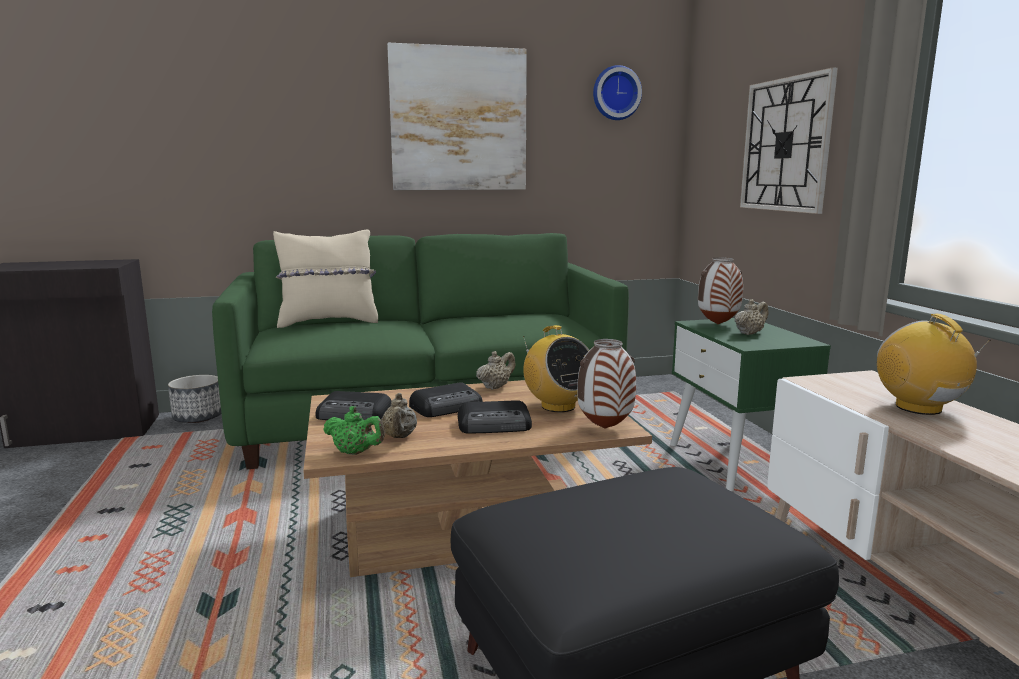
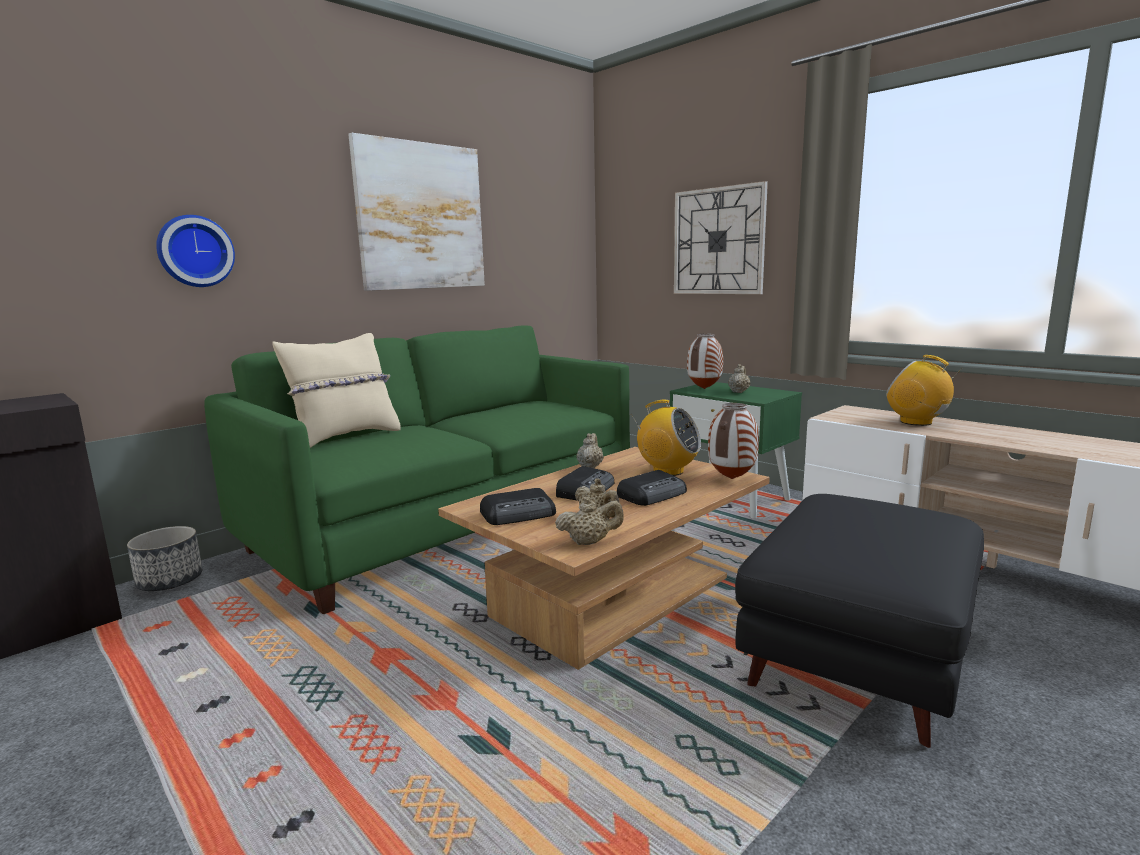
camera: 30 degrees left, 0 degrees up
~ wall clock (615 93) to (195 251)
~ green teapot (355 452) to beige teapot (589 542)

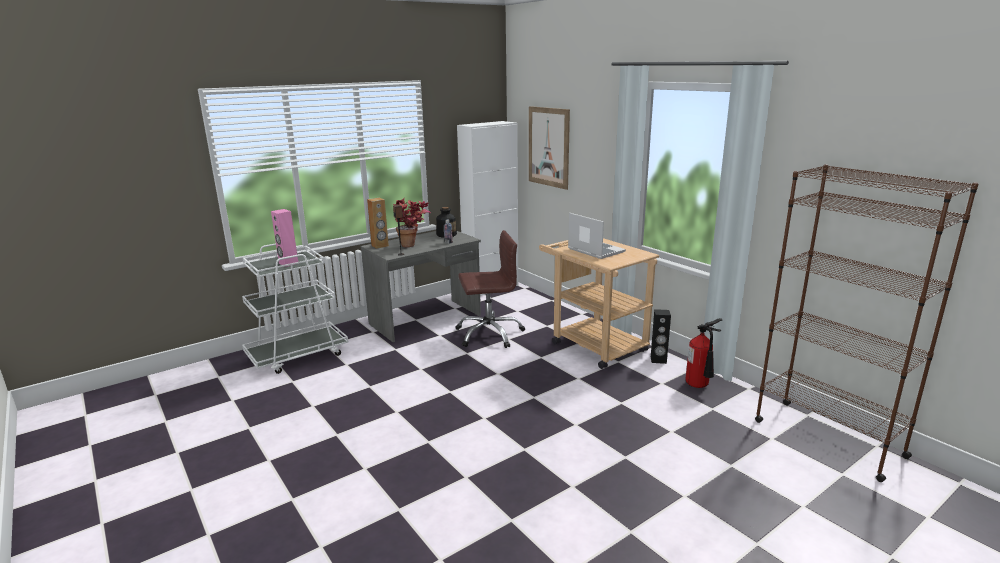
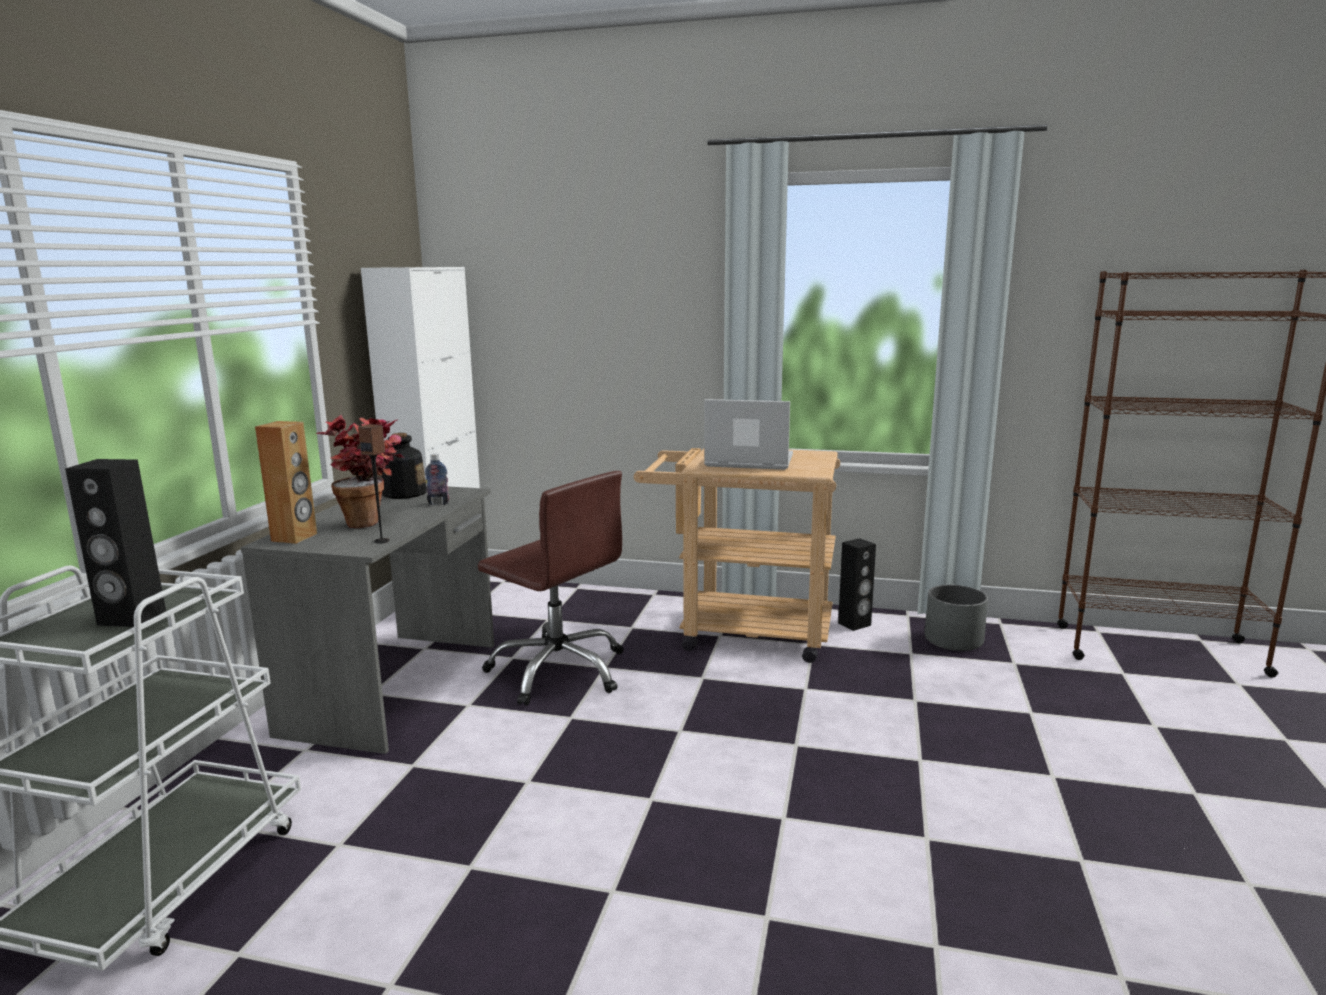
camera: 40 degrees left, 5 degrees down
~ pink speaker (288 263) to black speaker (131 618)
~ brown office chair (489 334) = (558 670) 90 degrees clockwise
~ fire extinguisher (699 386) to grey planter (954 640)
- picture (548 147)

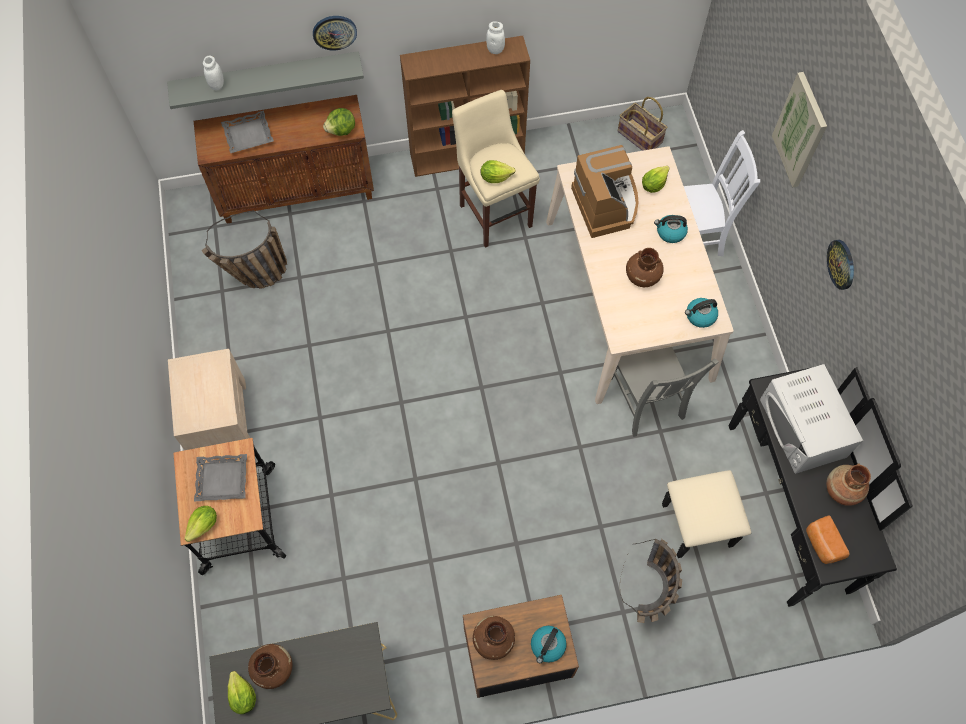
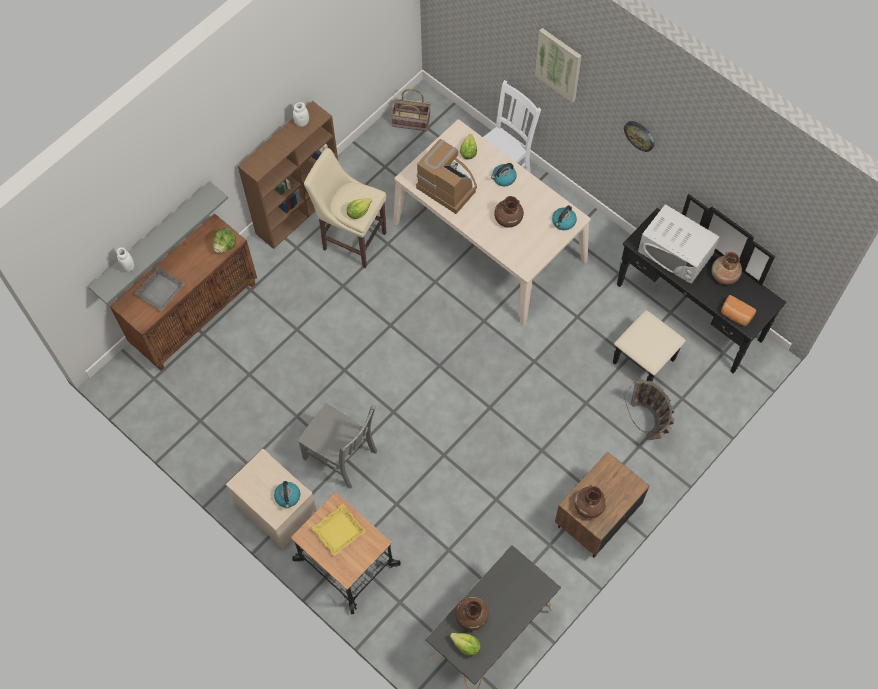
camera: 35 degrees left, 0 degrees up
~ kettle (547 646) to (288 497)
~ grey chair (646 400) to (342 456)
~ grey tray (222 480) to yellow tray (338 531)
- lettuce (204 525)
- basket (254 278)
- wall clock (334 32)

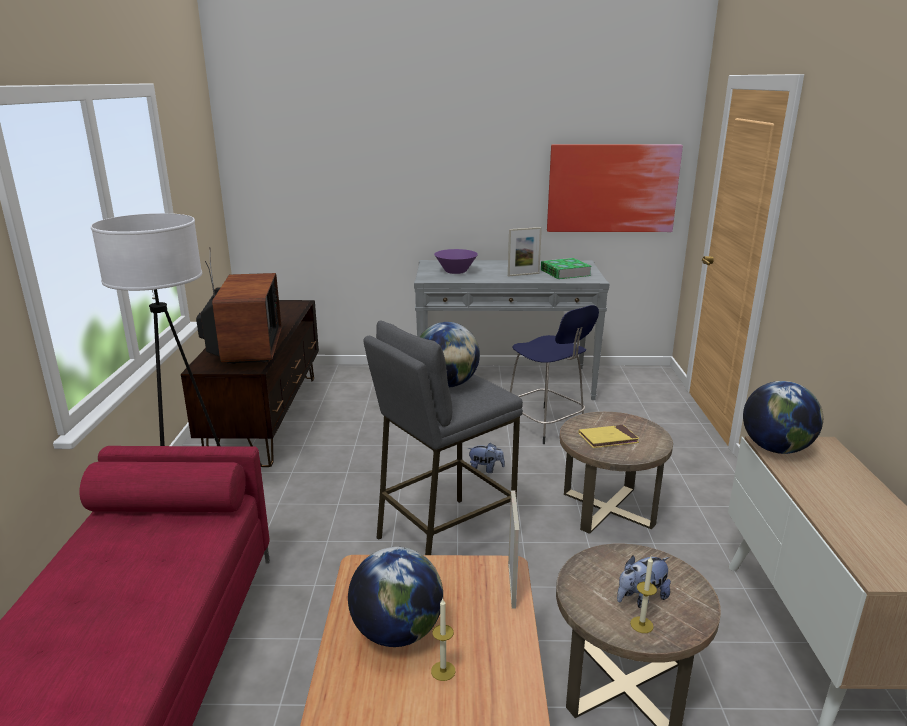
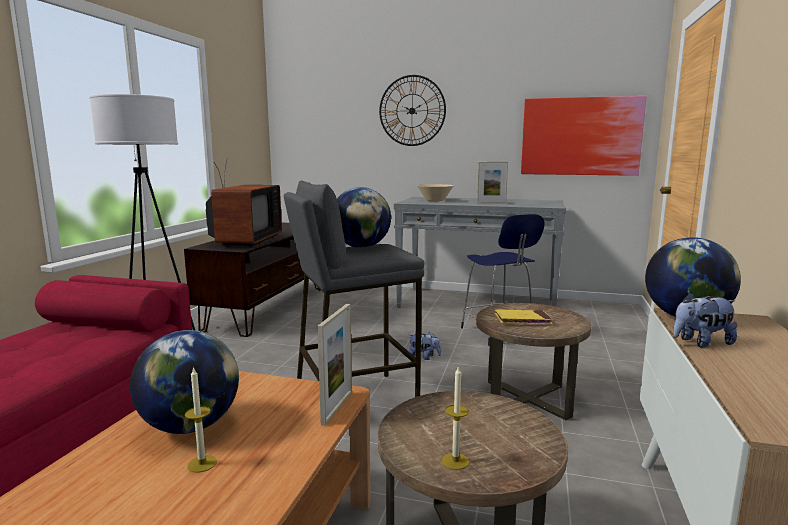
camera: 15 degrees right, 10 degrees down
+ wall clock (412 110)
~ purple bowl (455 271) to beige bowl (435 200)
~ plush toy (641 598) to (701 342)
- book (565 273)

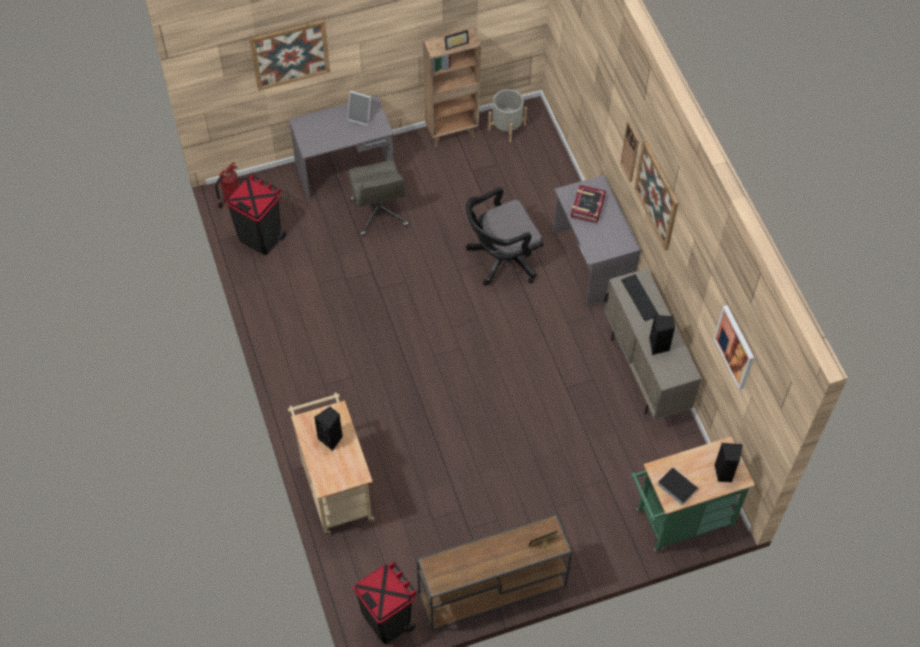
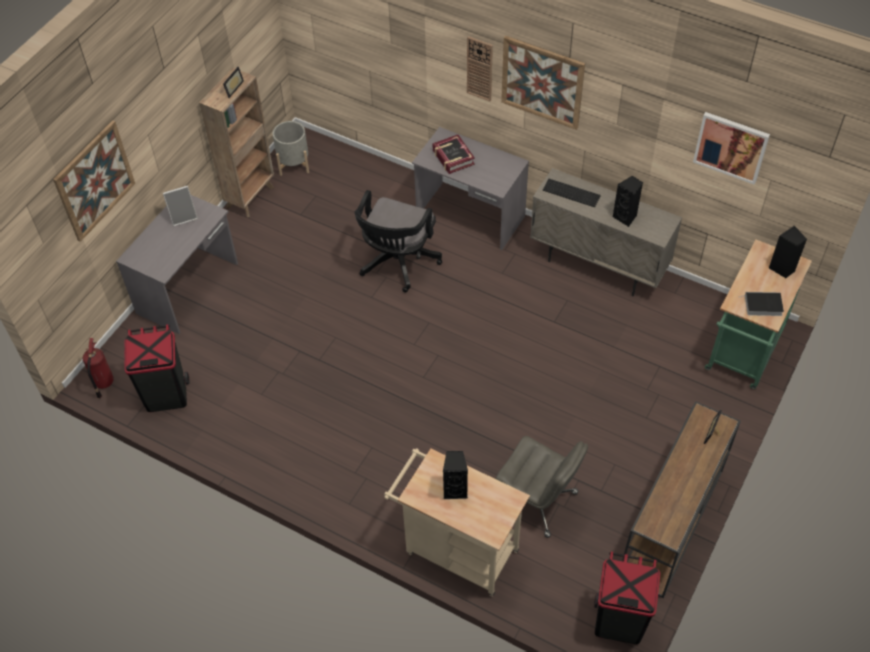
camera: 40 degrees left, 5 degrees down
~ grey office chair (379 213) to (538 501)

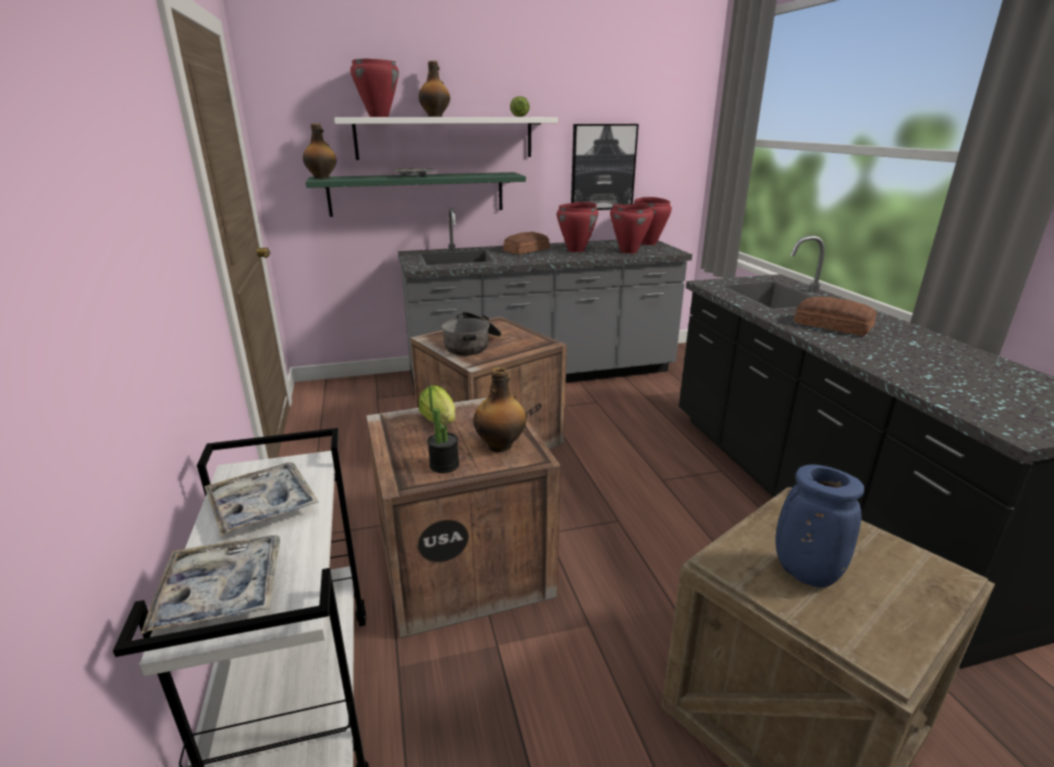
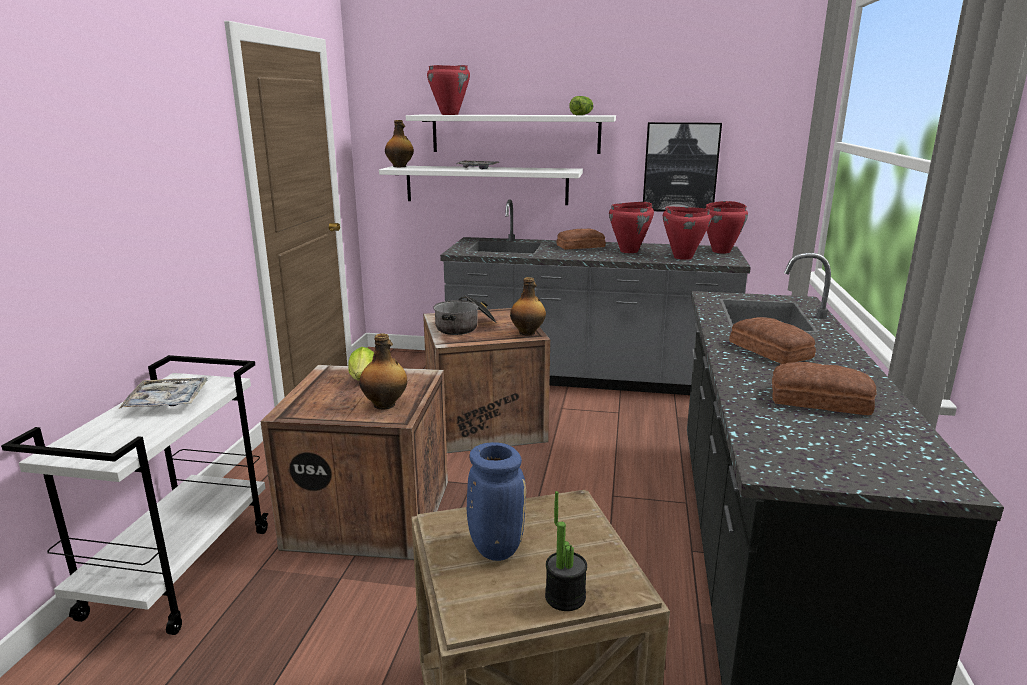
camera: 25 degrees right, 5 degrees down
~ green shelf (417 194) to white shelf (486 185)
~ bottle (435 116) to (528 333)
~ potted plant (444 465) to (565 597)
+ bread (821 401)
- tray (221 591)

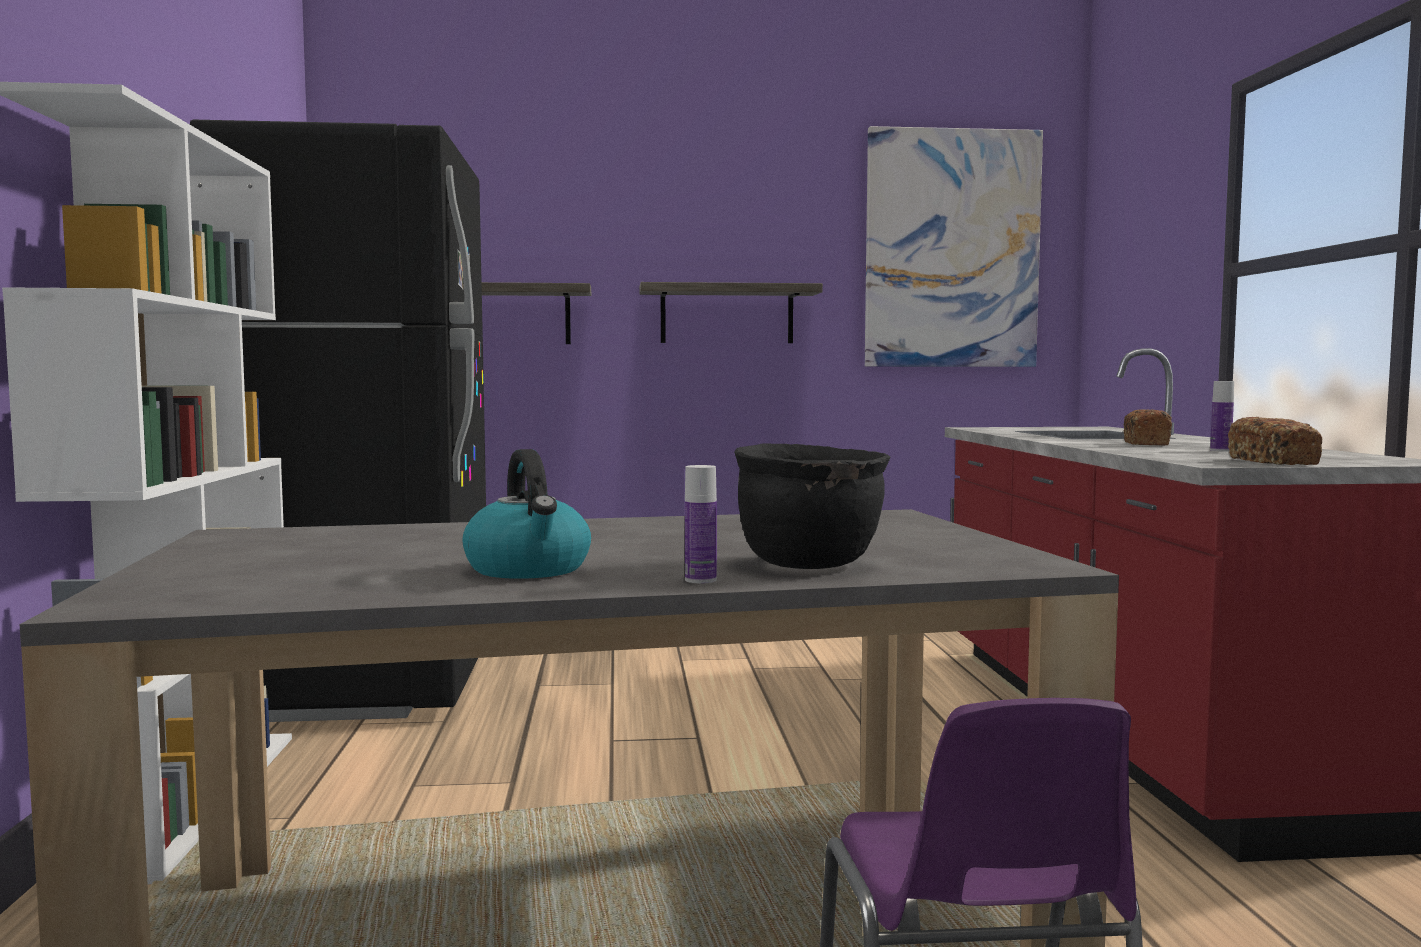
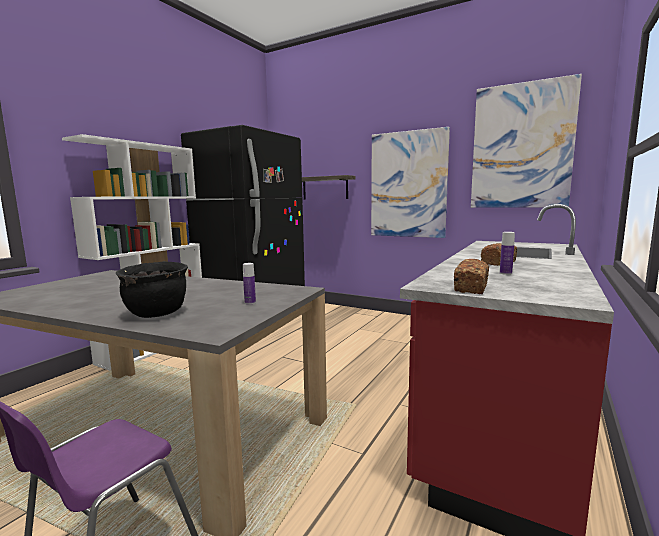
camera: 35 degrees right, 5 degrees up
~ bottle (700 580) to (250 302)
~ shelf (727 314) to picture (408 185)
- kettle (529 569)

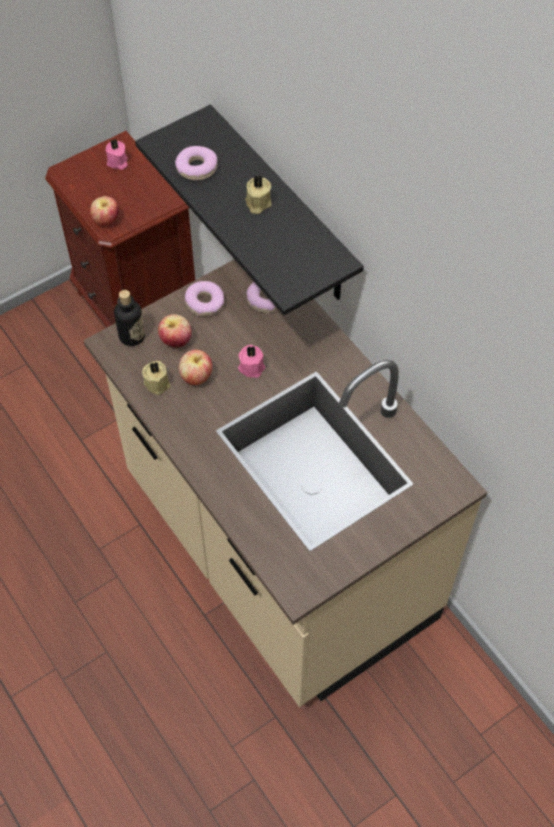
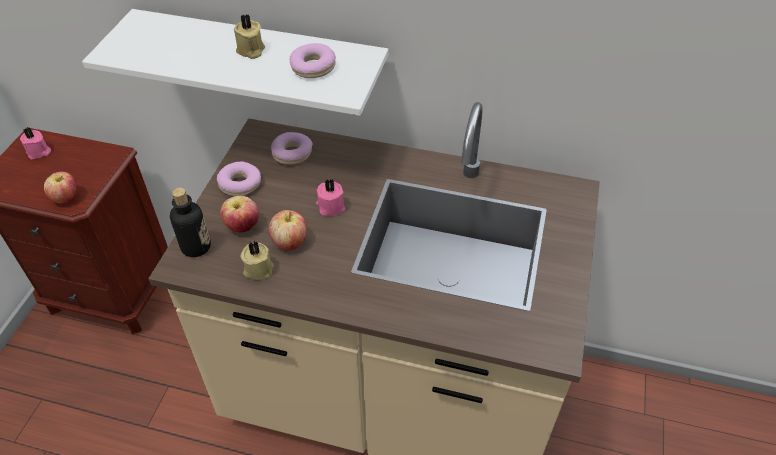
camera: 40 degrees left, 10 degrees down
~ black shelf (283 209) to white shelf (261 64)
~ donut (197 168) to (313 67)

